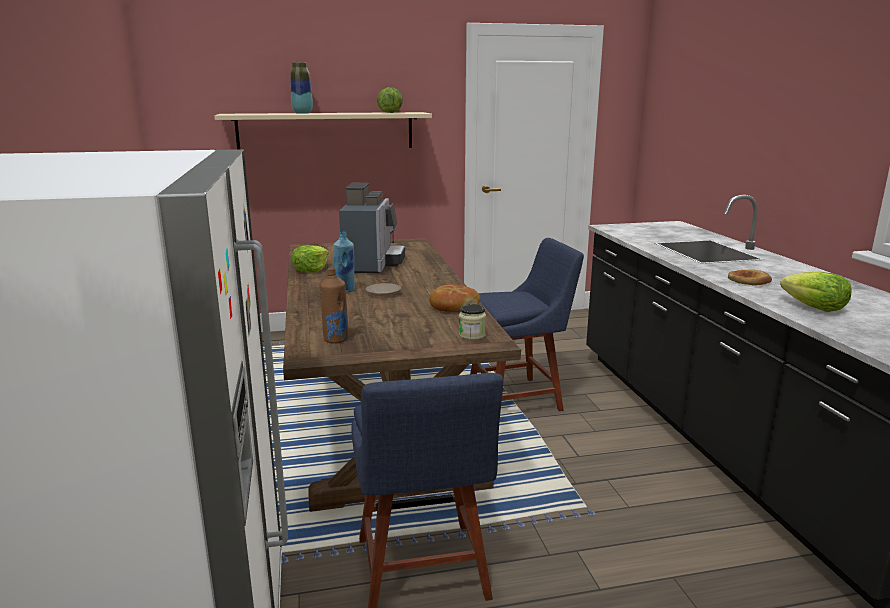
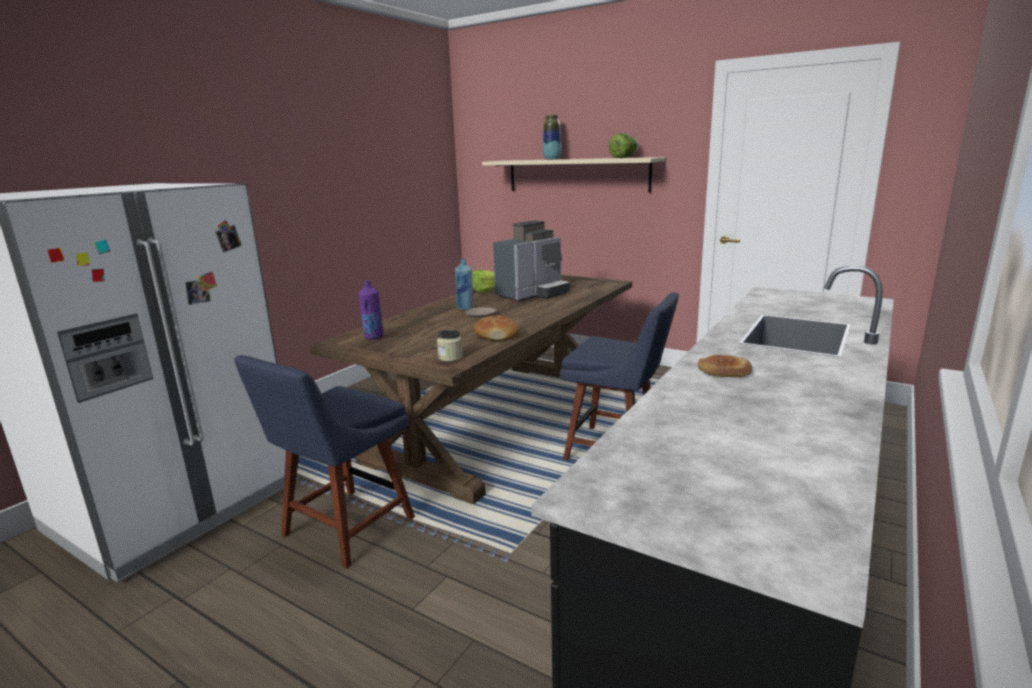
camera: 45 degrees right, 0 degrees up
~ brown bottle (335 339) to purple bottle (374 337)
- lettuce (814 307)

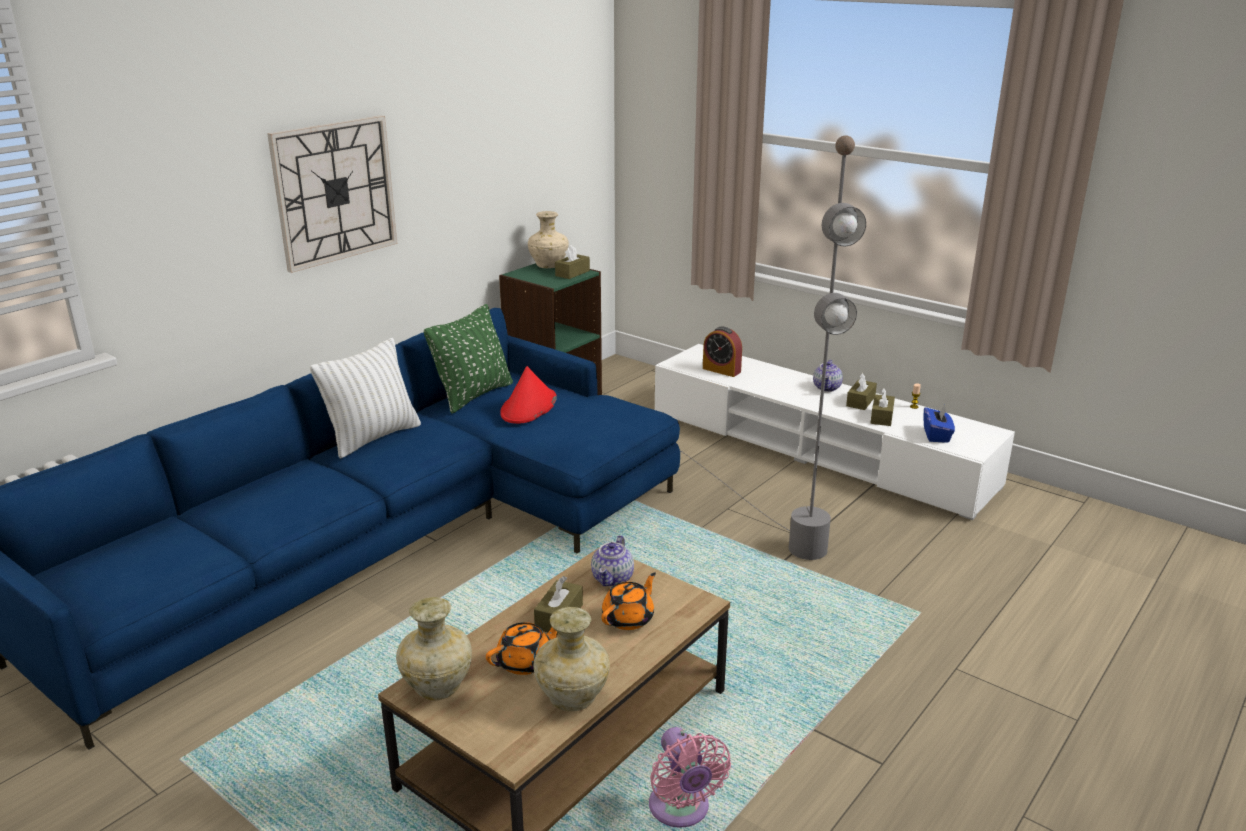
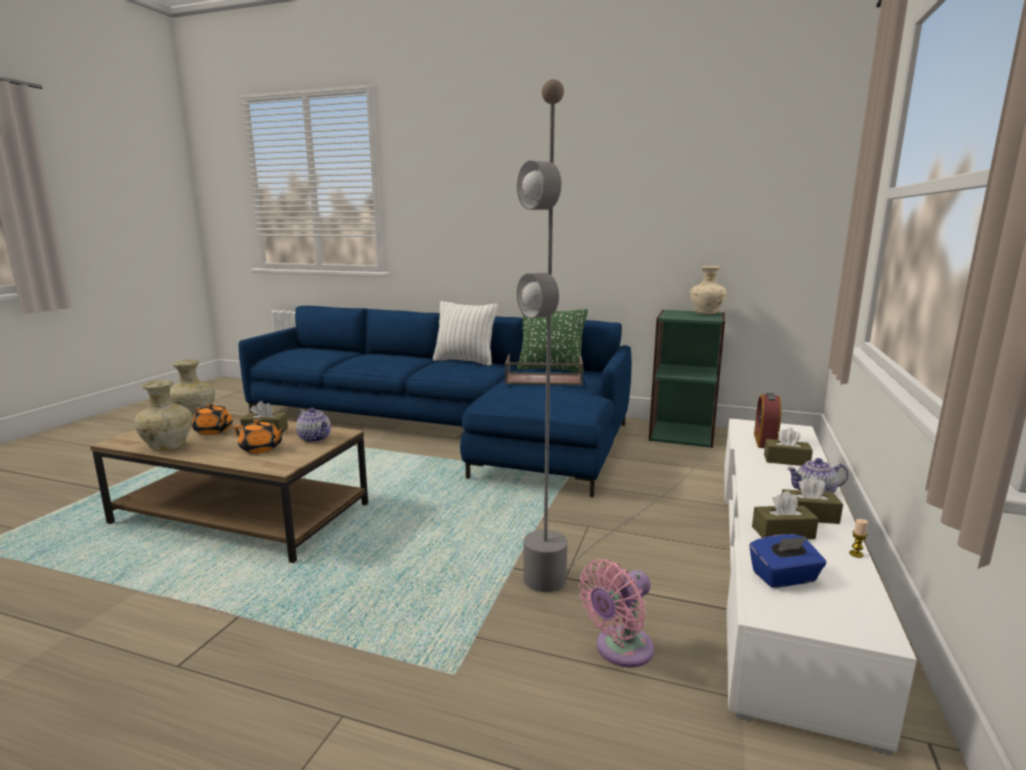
camera: 70 degrees right, 10 degrees down
~ teapot (613 579) = (315 438) 135 degrees counterclockwise
~ red hat (528 407) to brown tray (542 379)
~ pink fan (681 810) to (620 650)
~ brown tissue box (572 273) to (786 460)
- wall clock (335 192)

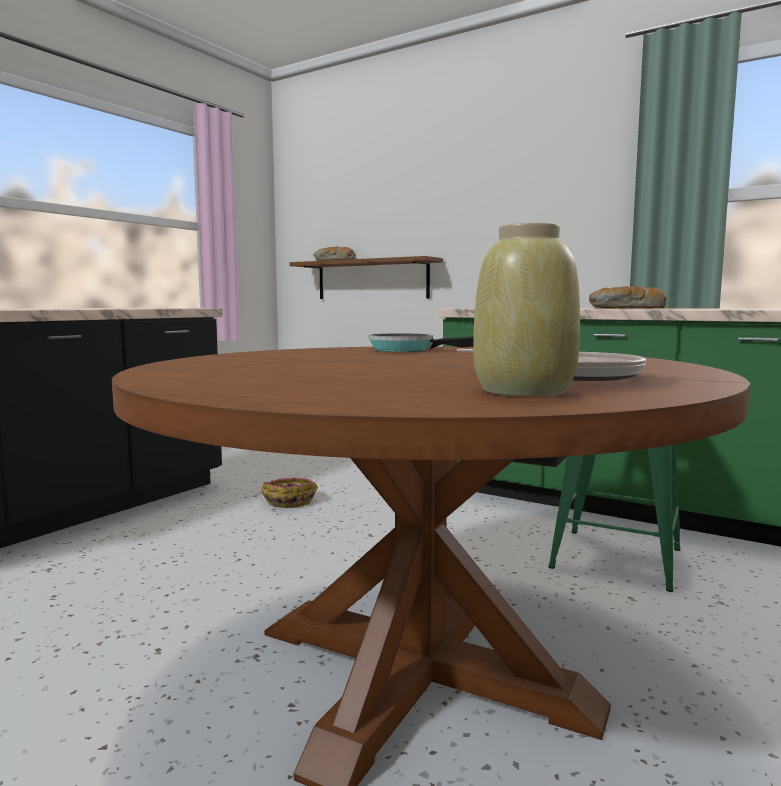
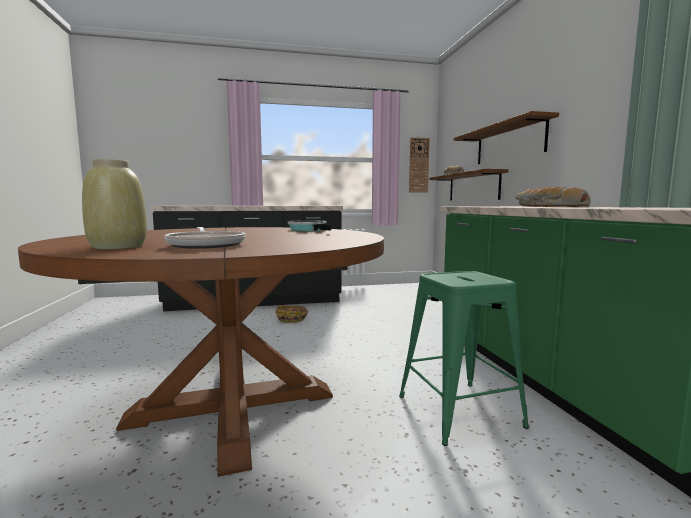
camera: 45 degrees right, 0 degrees up
~ basket (290 500) to (292 318)
+ wall clock (418 165)
+ brown shelf (509 143)

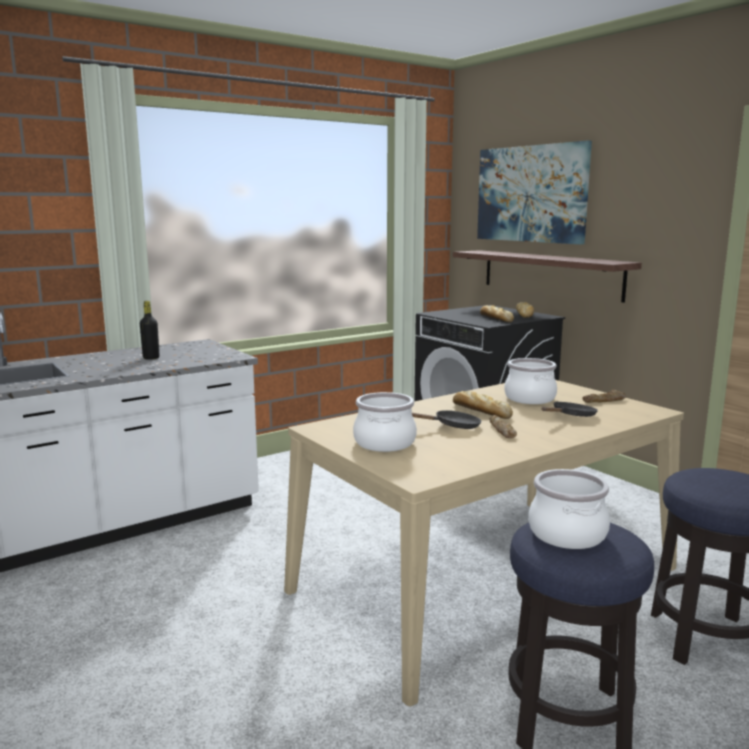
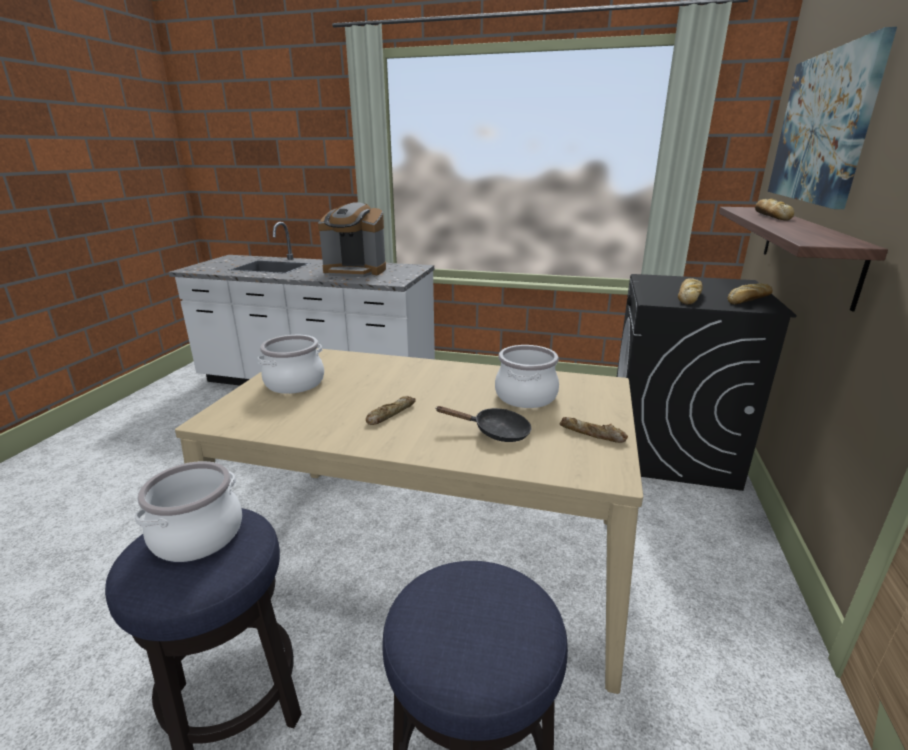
camera: 50 degrees right, 10 degrees up
~ black bottle (151 358) to coffee machine (355 271)
~ bread (480 411) to (771 216)
- black frying pan (452 426)

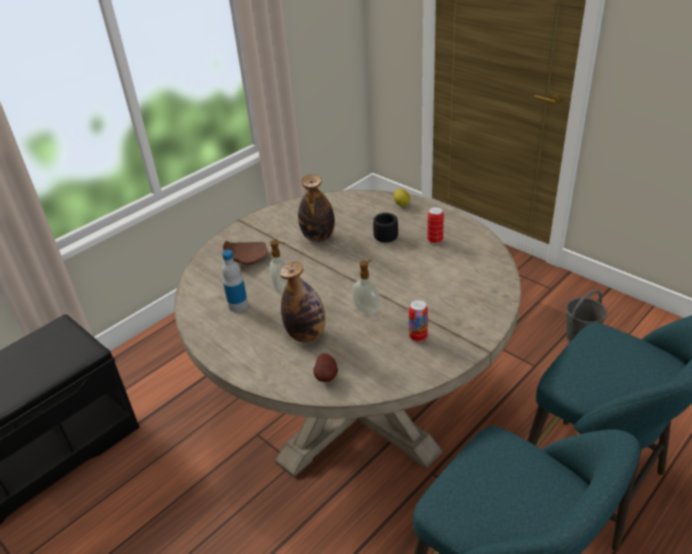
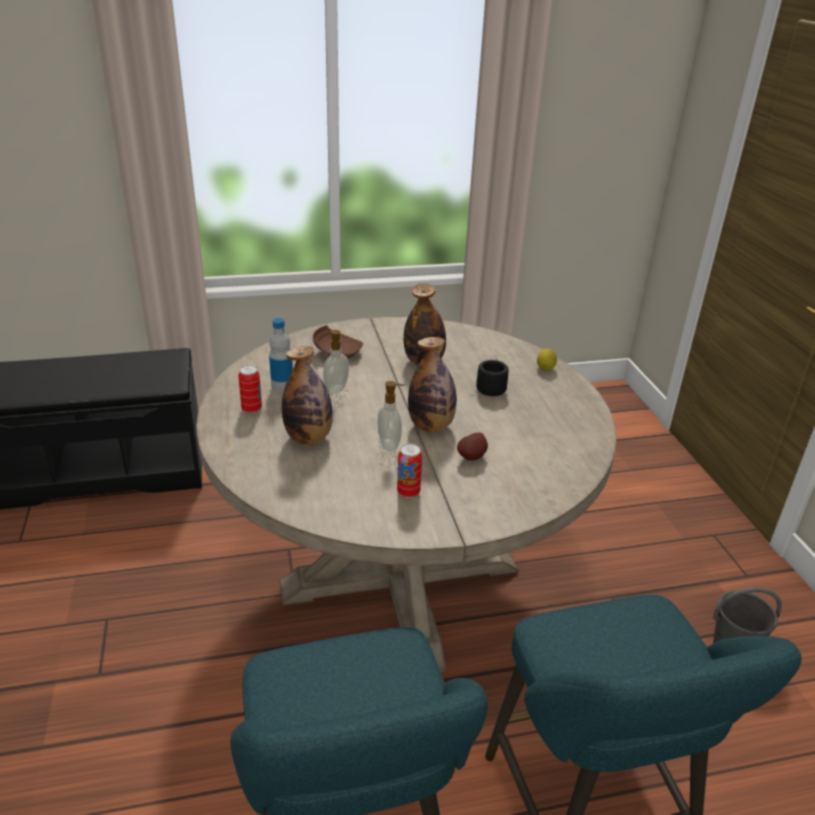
camera: 30 degrees right, 5 degrees down
~ can (435 240) to (251 409)
+ bottle (431 426)
~ potato (327 376) to (473 457)

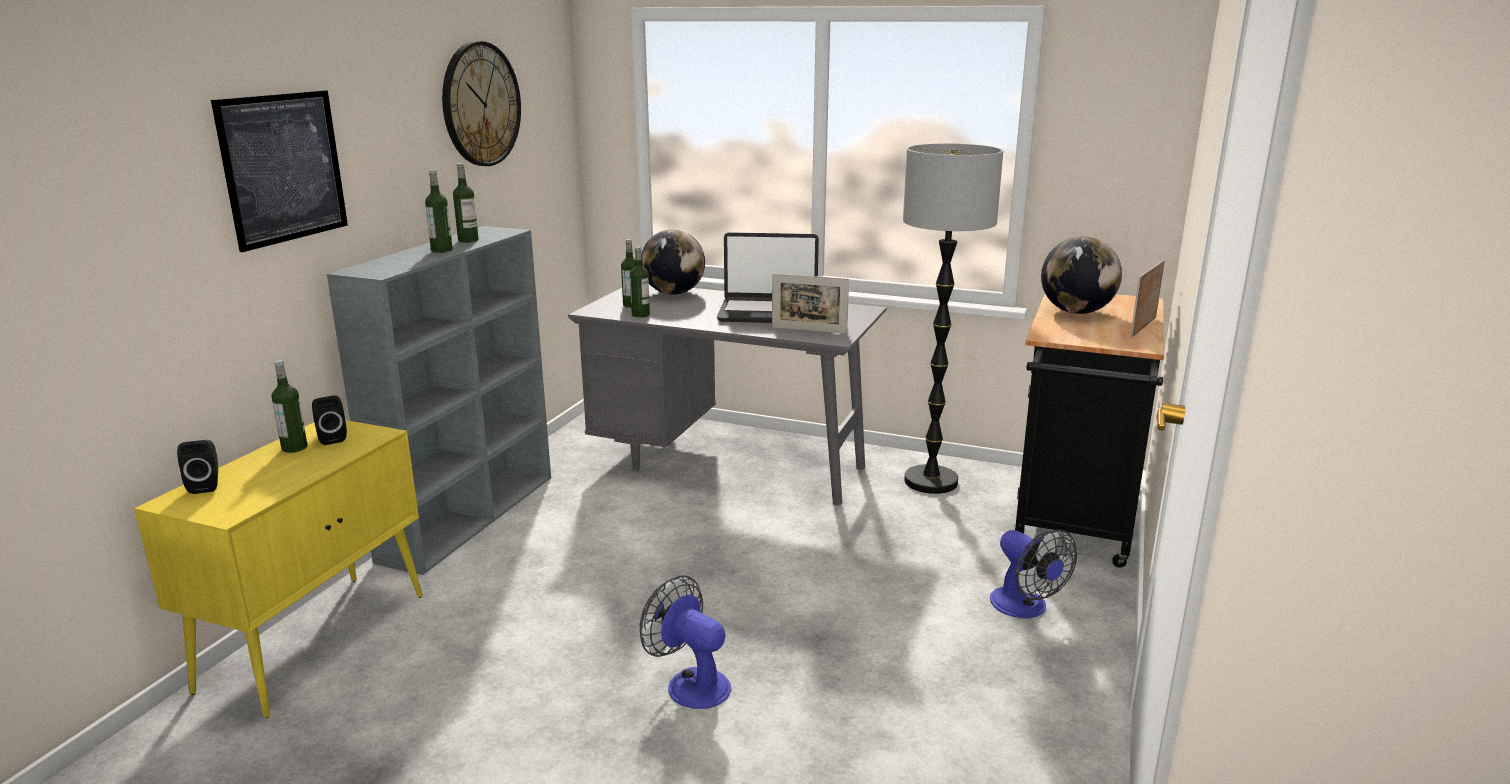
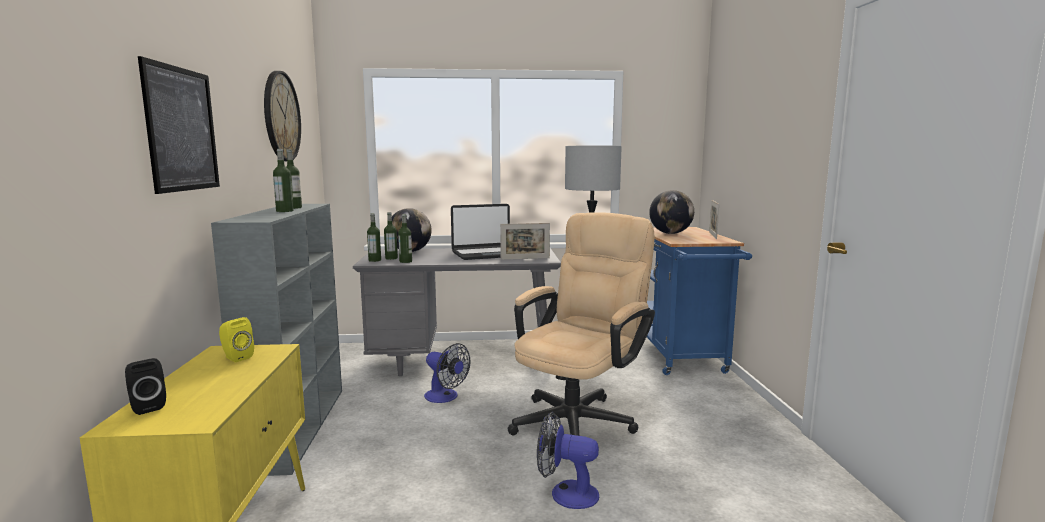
camera: 25 degrees left, 10 degrees down
~ black speaker (331 438) to yellow speaker (236 357)
~ bottle (294 448) to (374 260)
~ fan (1025 608) to (445 397)
+ beige office chair (579 418)
~ black cart (1073 524) to blue cart (681 358)

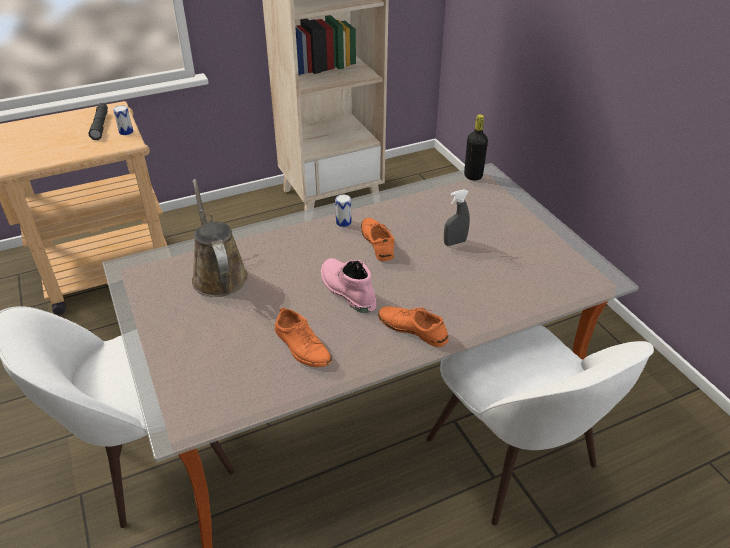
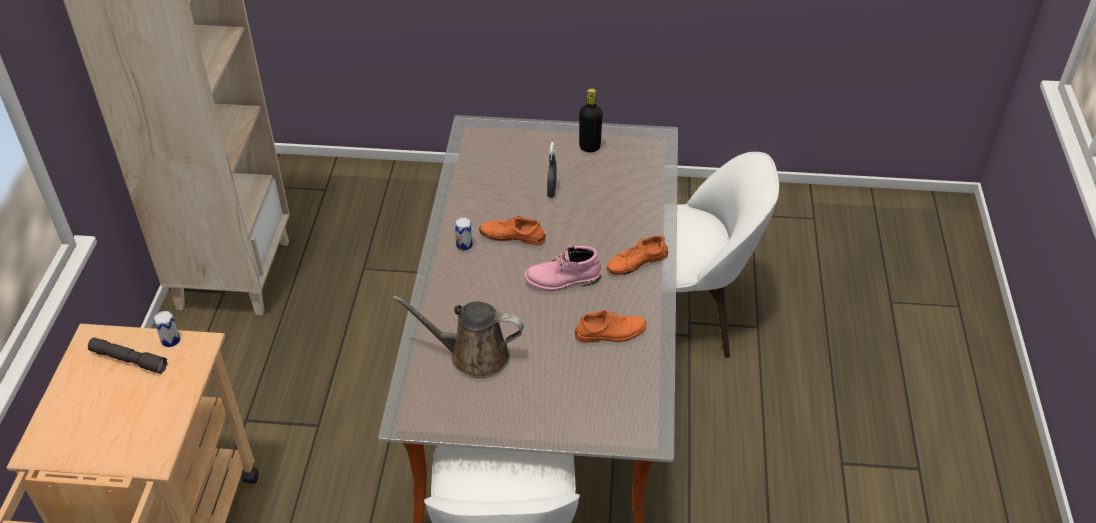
camera: 60 degrees left, 5 degrees up
~ black bottle (473 176) to (589 147)

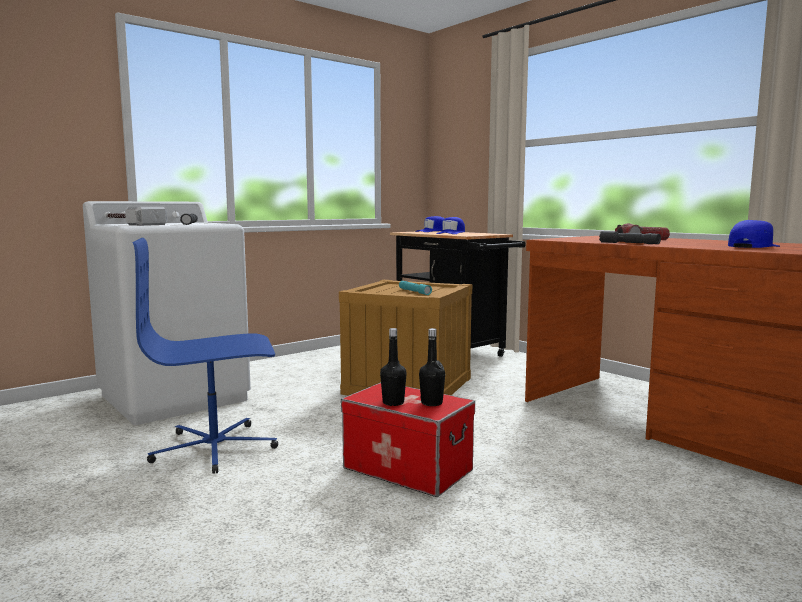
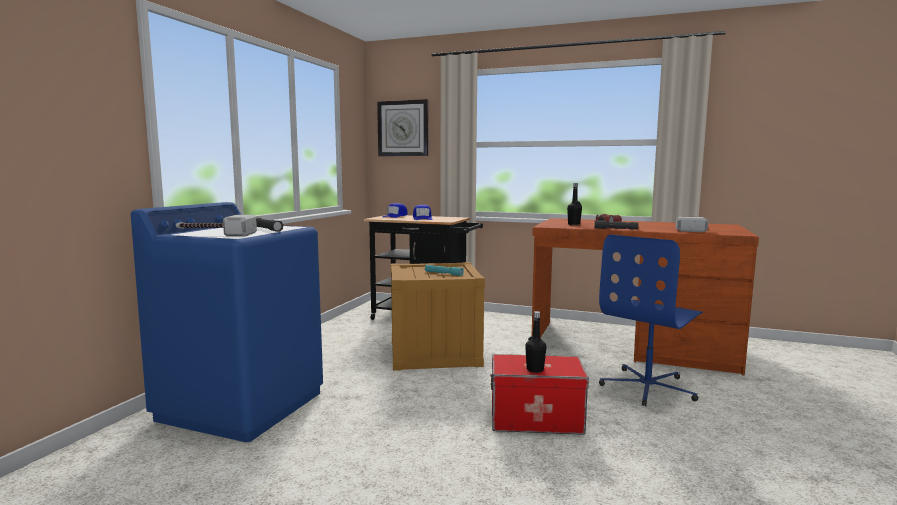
camera: 30 degrees left, 0 degrees up
~ white washing machine (175 397) to blue washing machine (242 405)
+ wall clock (403 128)
~ black bottle (431 403) to (574 224)
~ blue office chair (215 448) to (648 387)
~ blue cap (752 247) to hammer (688 229)

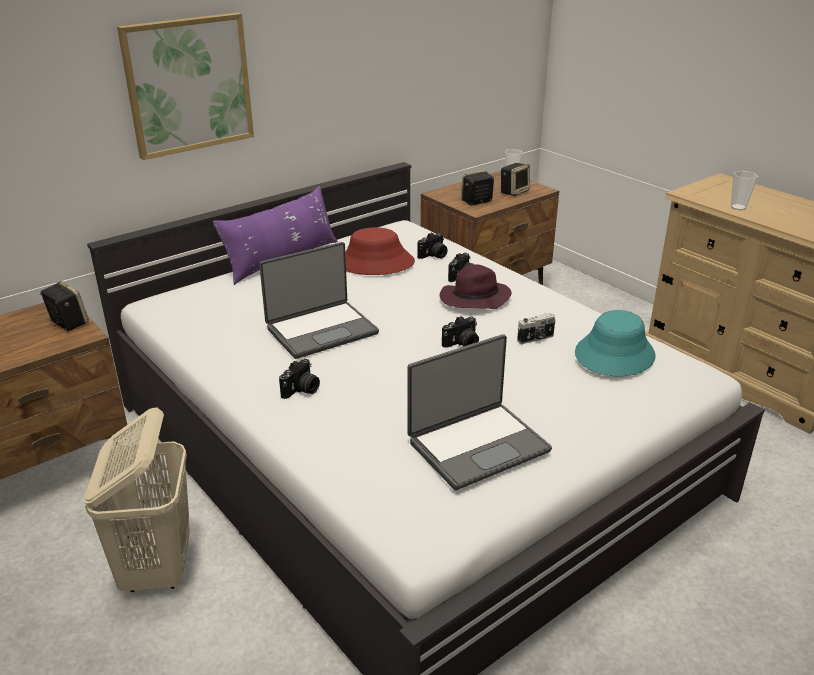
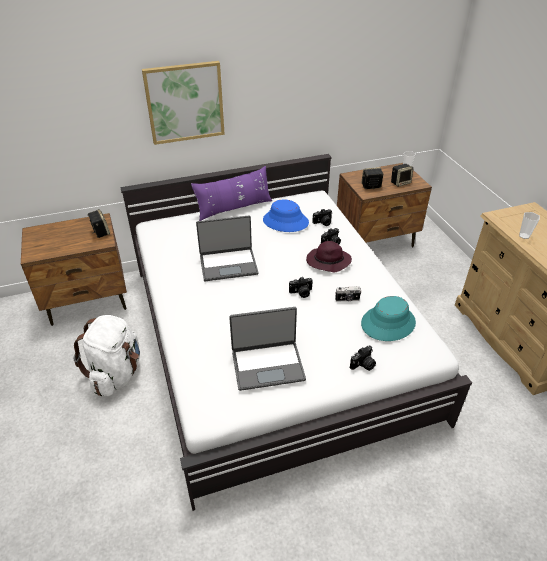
camera: 20 degrees right, 10 degrees up
~ beige laundry basket (157 568) to white backpack (116 373)
~ red hat (375 263) to blue hat (285 221)
~ photo camera (301 390) to (363 365)

